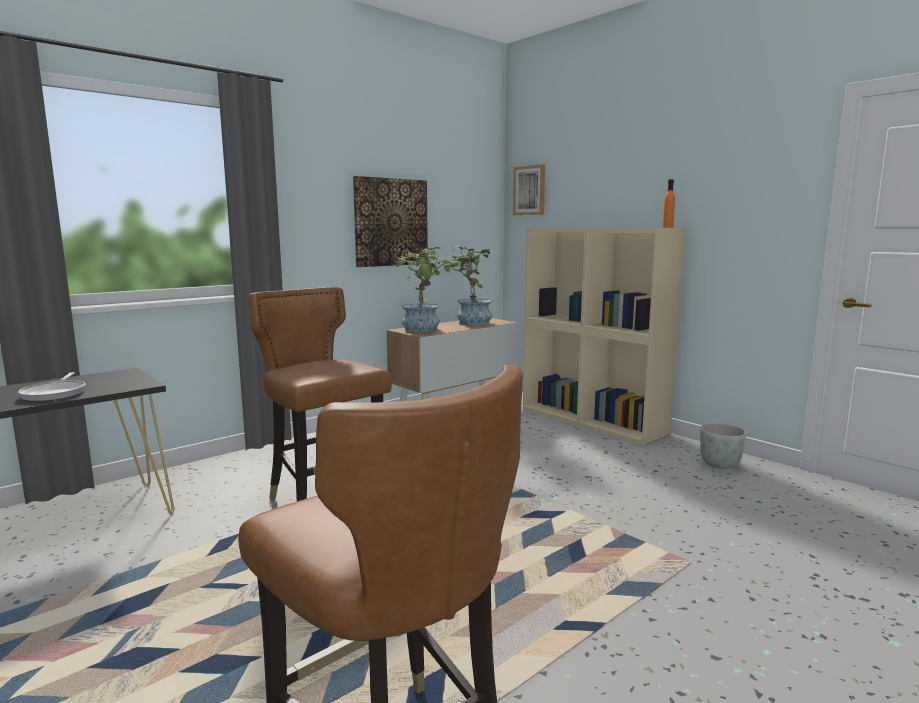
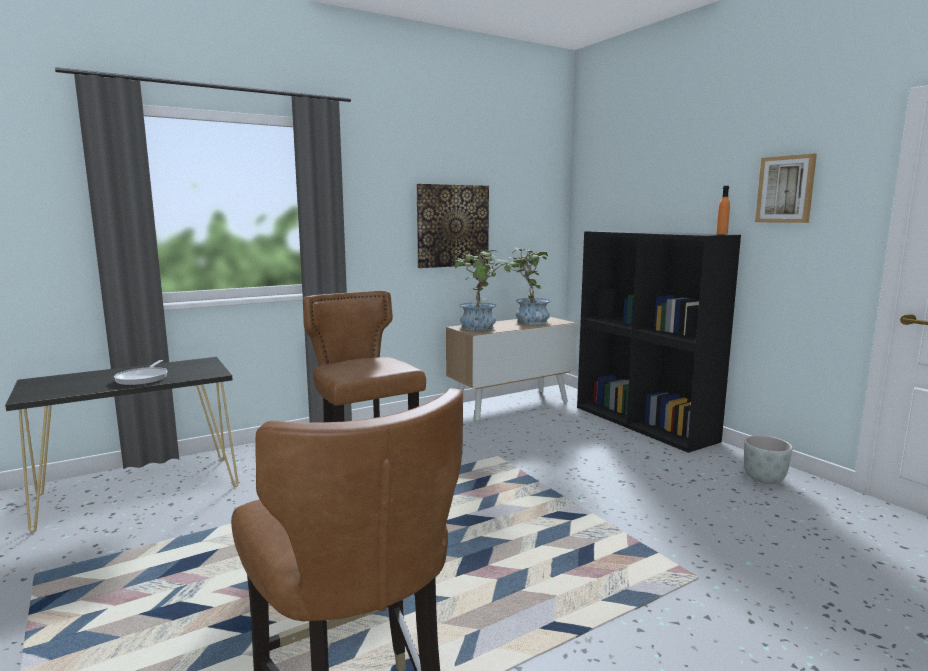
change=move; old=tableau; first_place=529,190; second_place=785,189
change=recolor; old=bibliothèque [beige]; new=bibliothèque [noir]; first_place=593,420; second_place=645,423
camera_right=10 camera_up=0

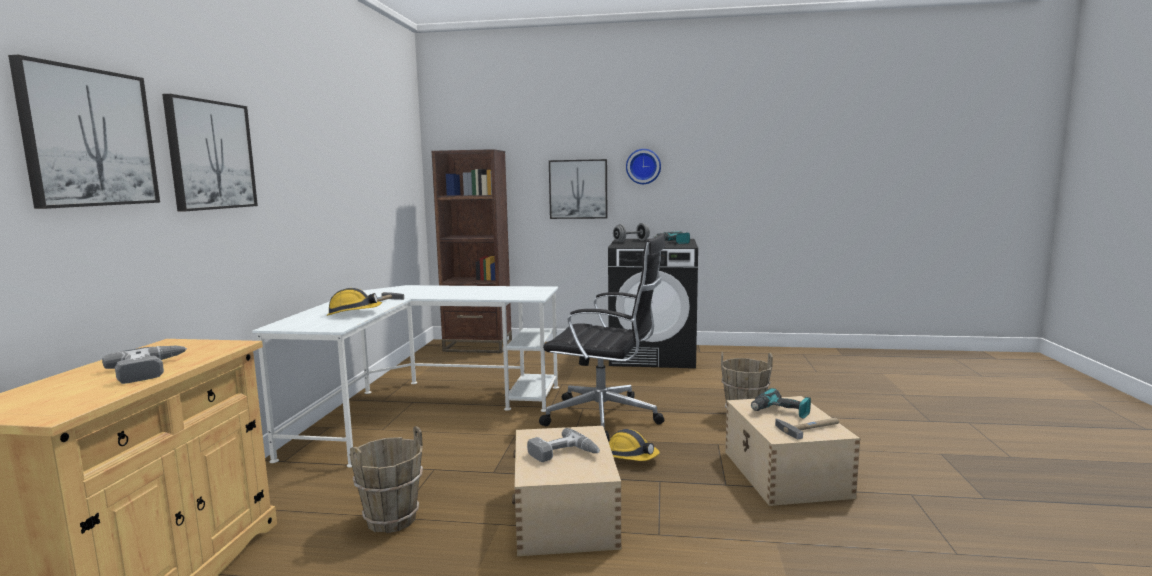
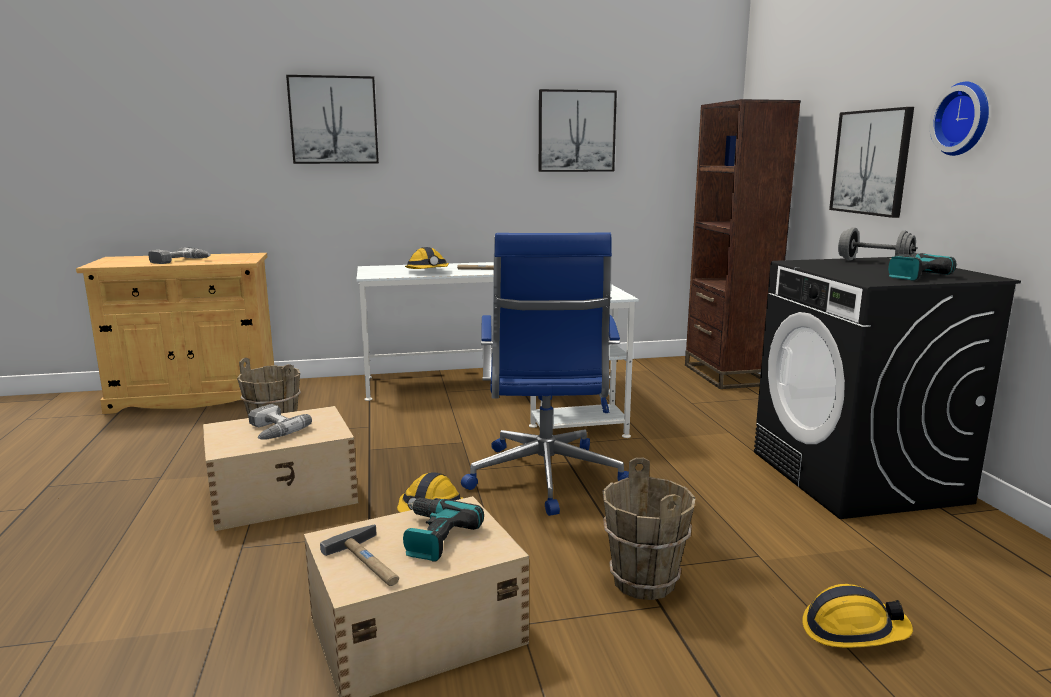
change=move; old=tableau; first_place=89,137; second_place=576,131
change=recolor; old=chaise de bureau [noir]; new=chaise de bureau [bleu]; first_place=606,418; second_place=545,479
change=insert; new=casque de chantier; second_place=852,631
camera_right=70 camera_up=5

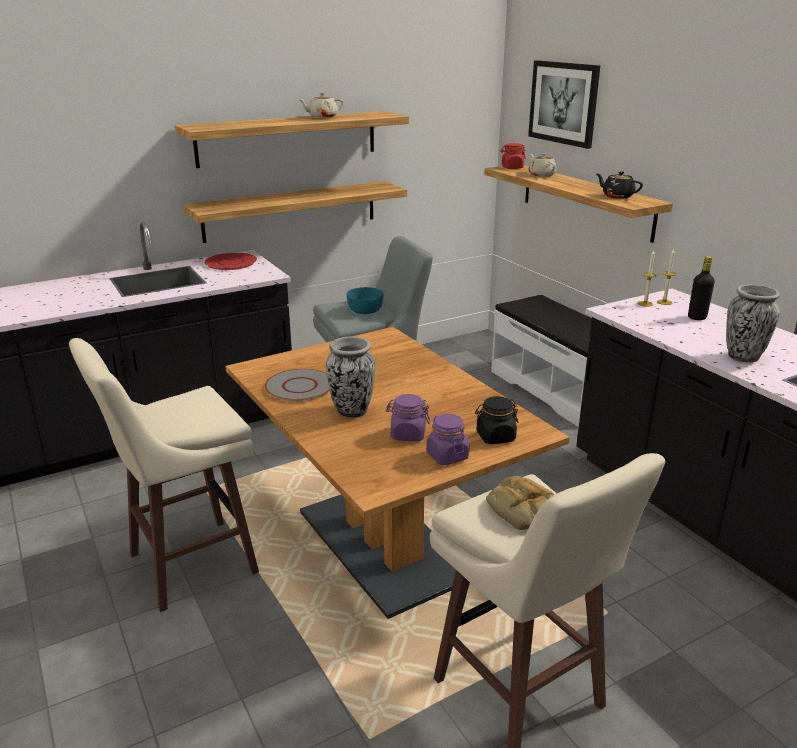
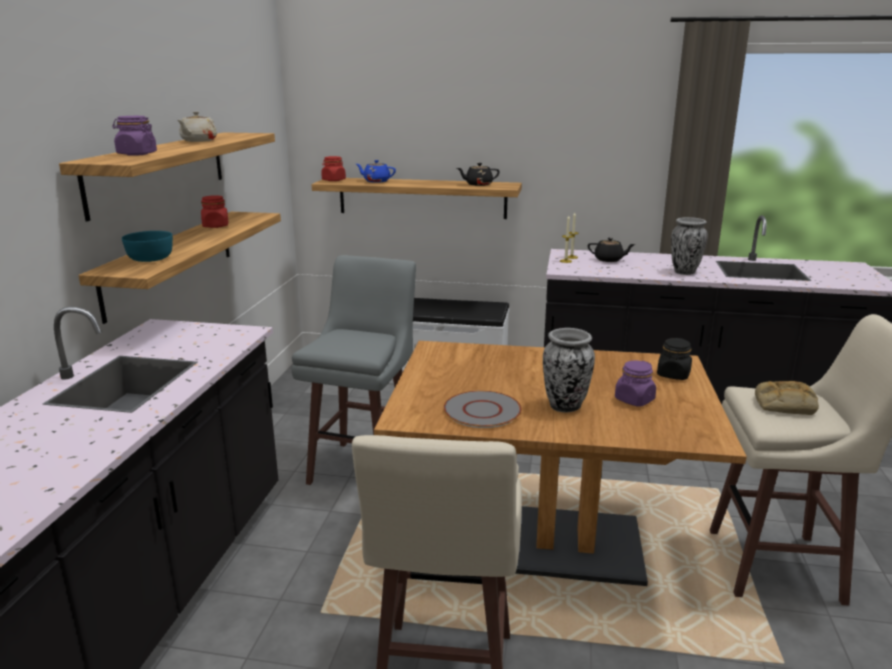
change=delete; old=tableau; first_place=563,103
change=recolor; old=théière [beige]; new=théière [bleu]; first_place=541,175; second_place=376,181
change=delete; old=assiette [rouge]; first_place=231,262
change=replace; old=bouteille [noir]; new=théière [noir]; first_place=697,317; second_place=609,260
change=move; old=bol [turquoise]; first_place=364,310; second_place=150,258
change=move; old=bocal [violet]; first_place=447,456; second_place=136,154
change=insert; new=bocal [rouge]; second_place=216,226
camera_right=-50 camera_up=-5

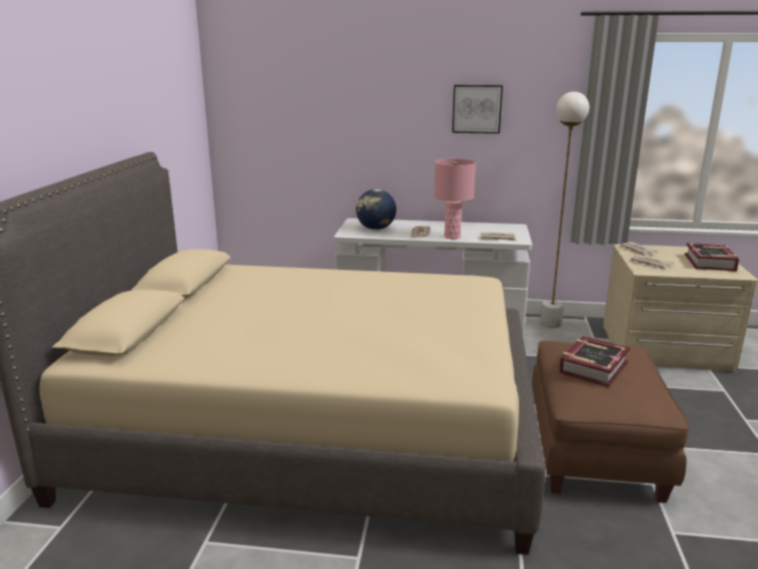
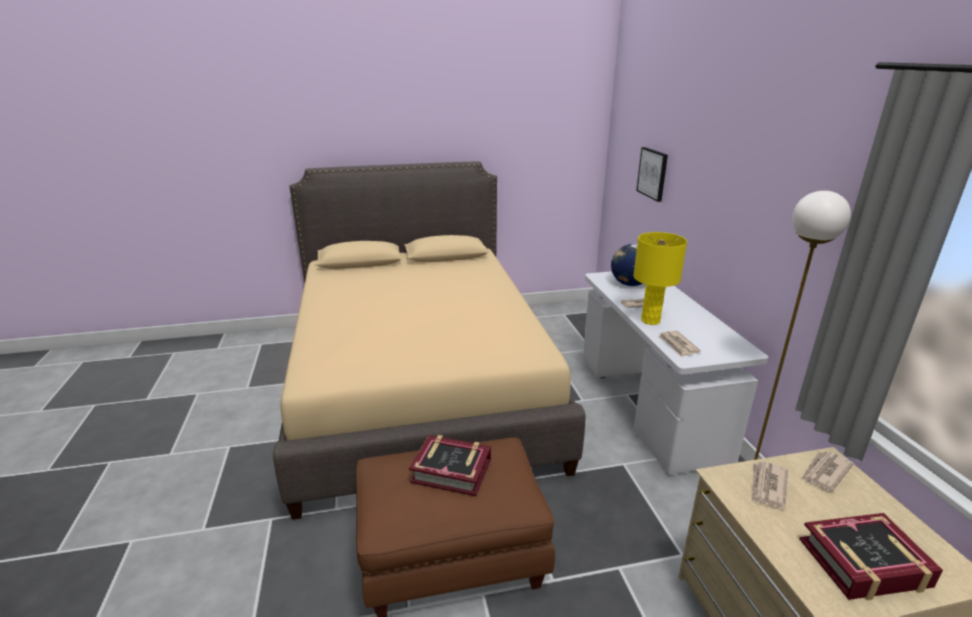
change=move; old=tableau; first_place=477,109; second_place=653,173
change=recolor; old=lampe de table [rose]; new=lampe de table [jaune]; first_place=452,237; second_place=650,321
camera_right=70 camera_up=5

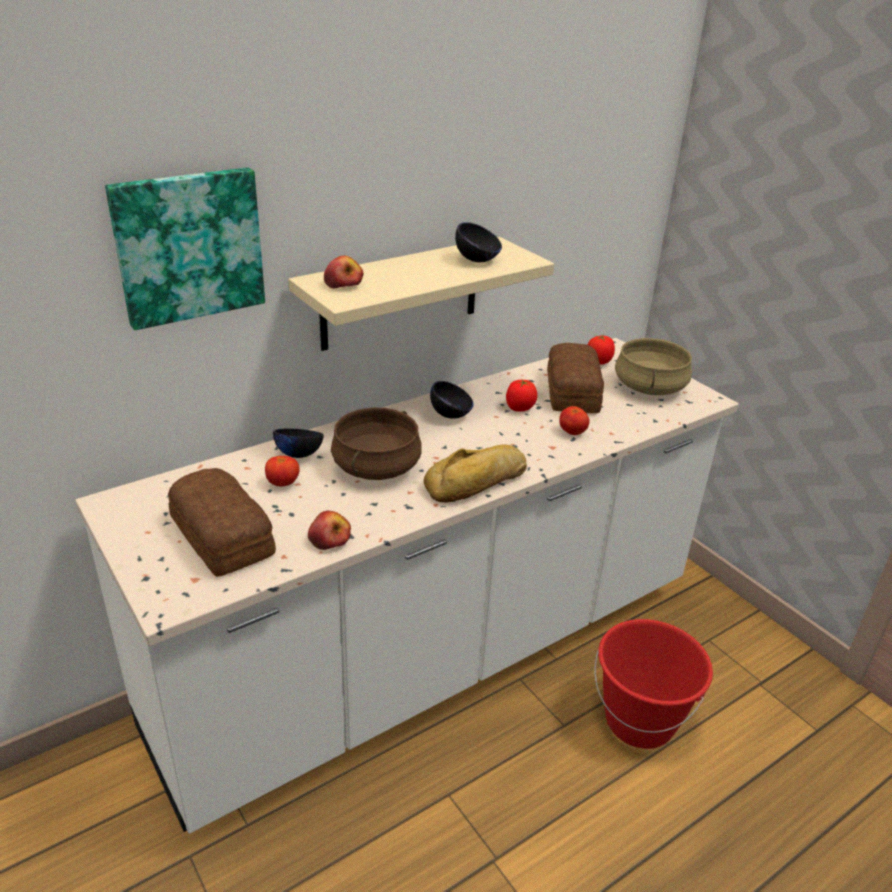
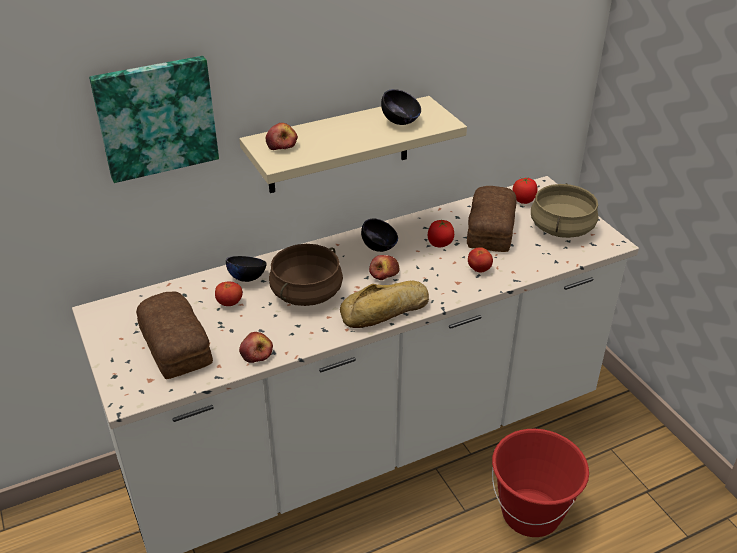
change=insert; new=pomme; second_place=384,274
camera_right=10 camera_up=5

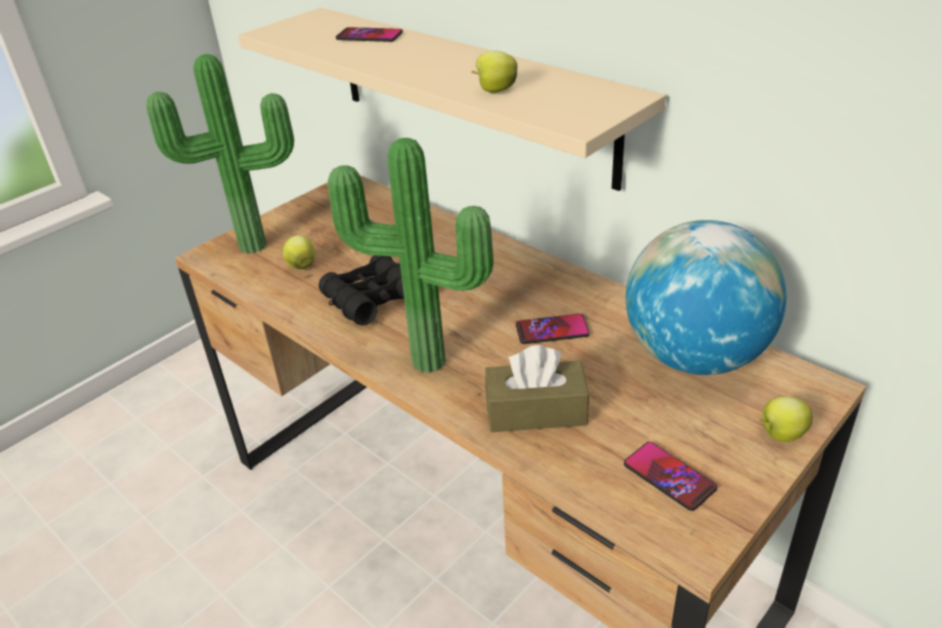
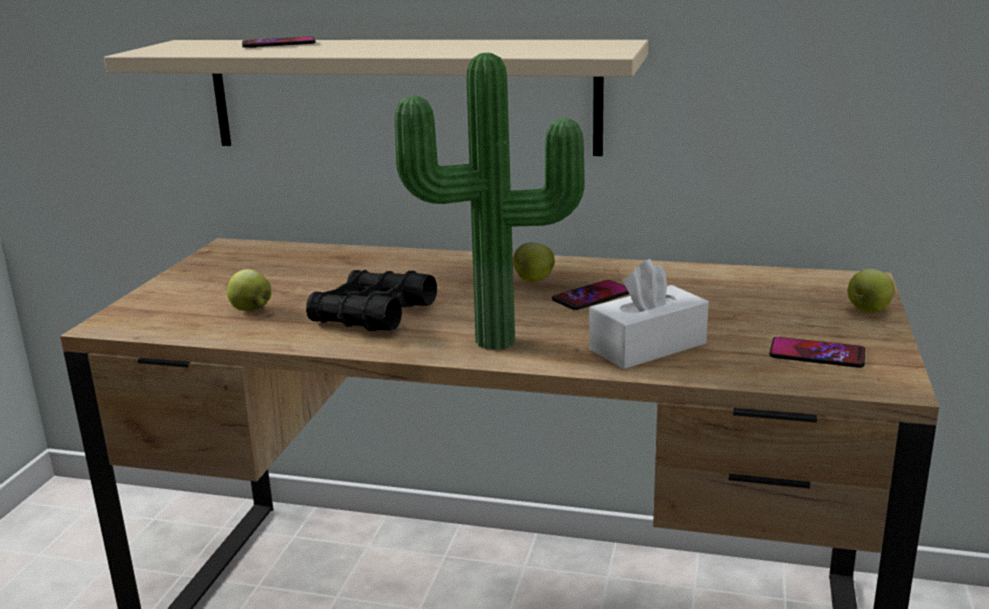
change=move; old=pomme; first_place=495,91; second_place=532,280
change=delete; old=plante en pot; first_place=254,248
change=delete; old=globe; first_place=694,357
change=recolor; old=boîte à mouchoirs [marron]; new=boîte à mouchoirs [blanc]; first_place=536,411; second_place=647,346
camera_right=-30 camera_up=-15

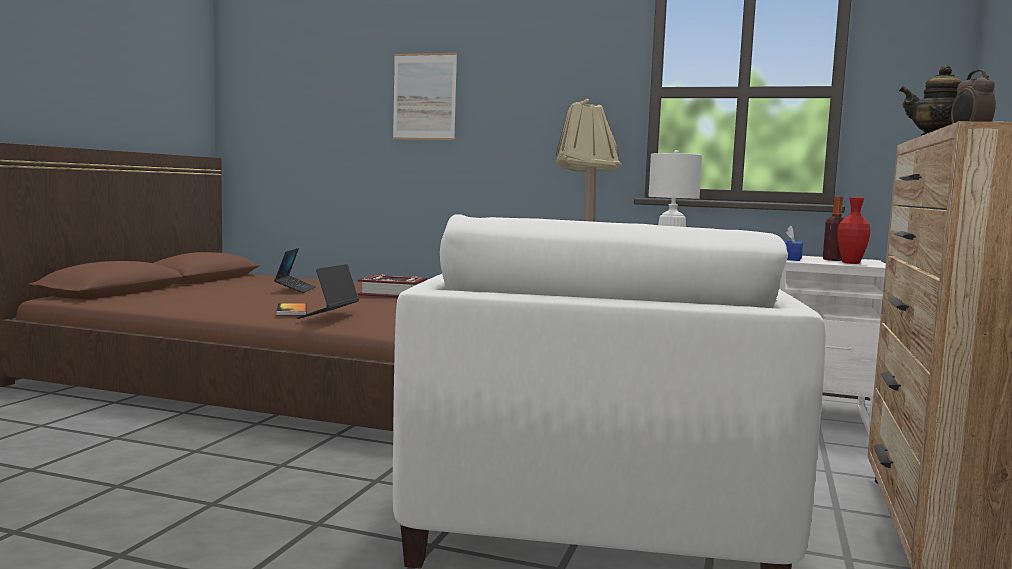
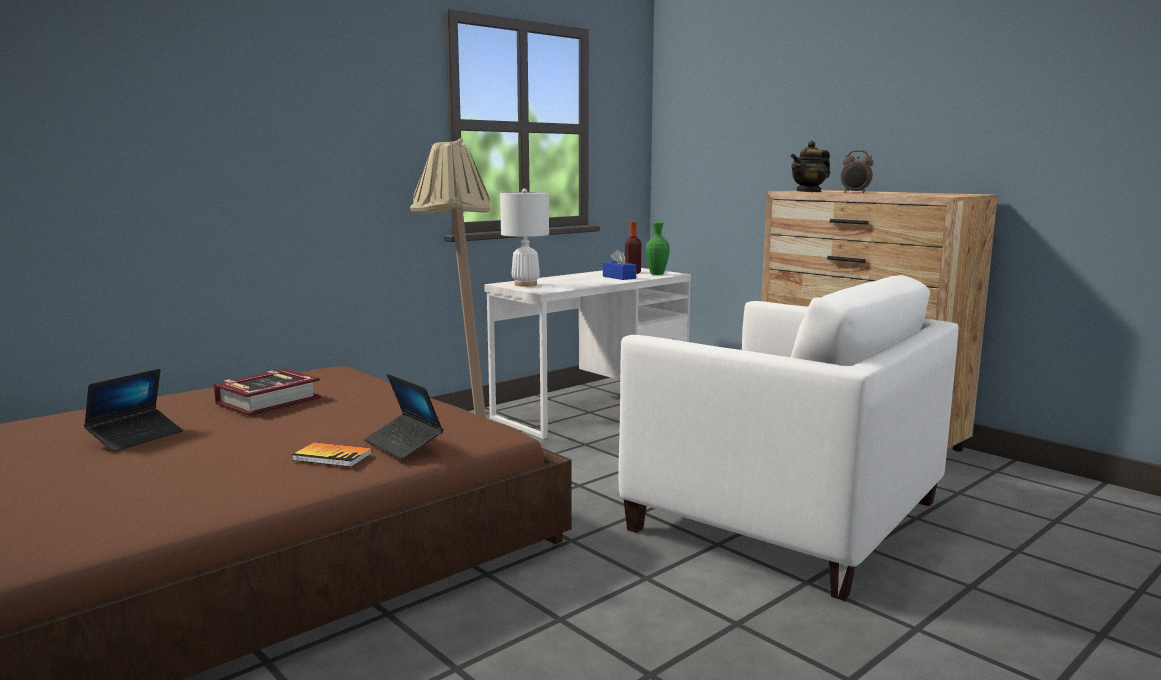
change=delete; old=tableau; first_place=424,96
change=recolor; old=vase [rouge]; new=vase [vert]; first_place=851,263; second_place=657,274
change=rotate; old=ordinateur portable; first_place=295,289; second_place=136,437; degrees=90
camera_right=-60 camera_up=5

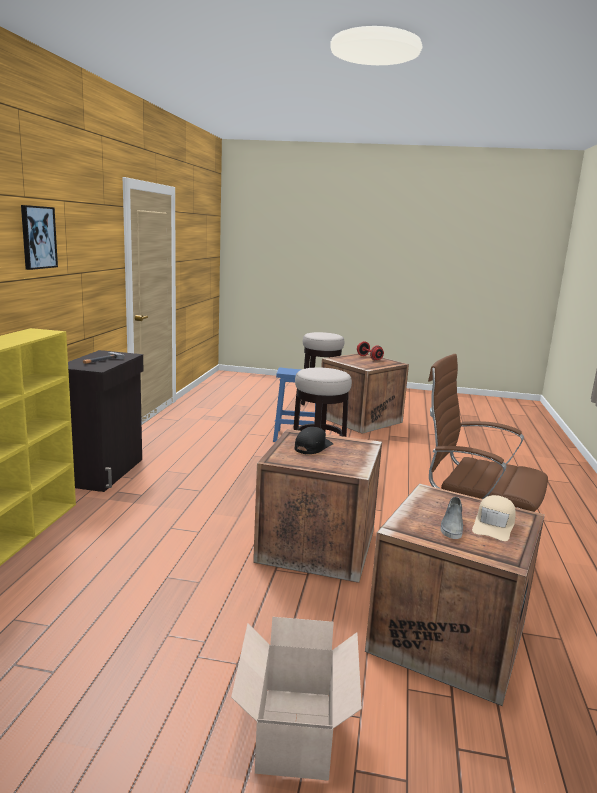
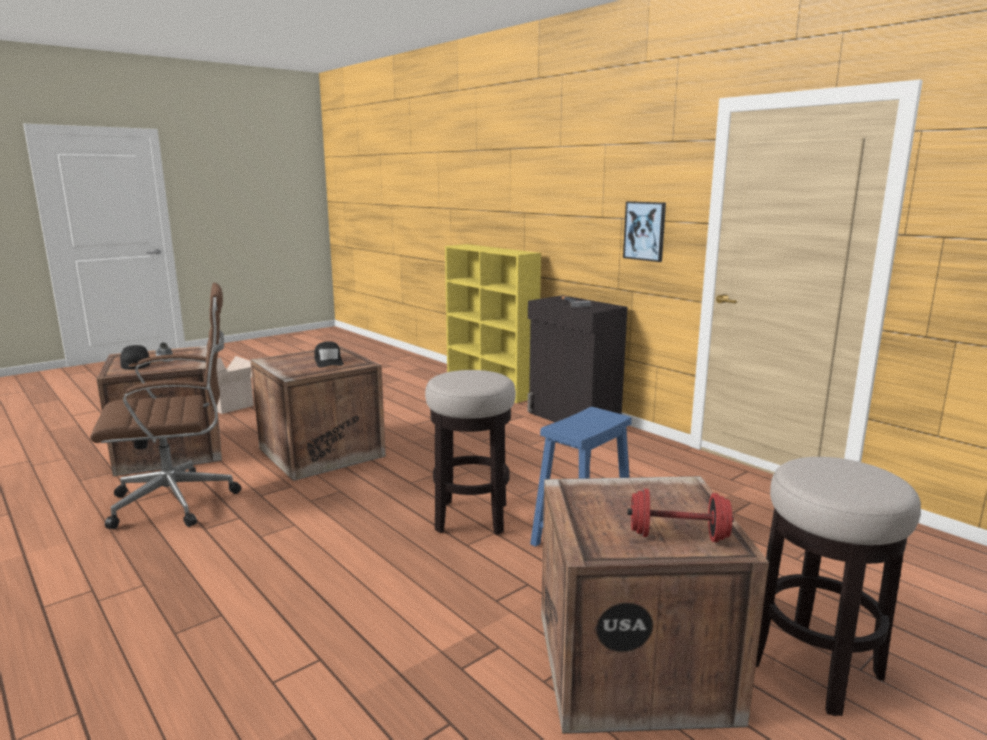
change=move; old=tableau; first_place=38,237; second_place=645,231
change=recolor; old=casquette [beige]; new=casquette [noir]; first_place=494,525; second_place=136,364
camera_right=130 camera_up=0

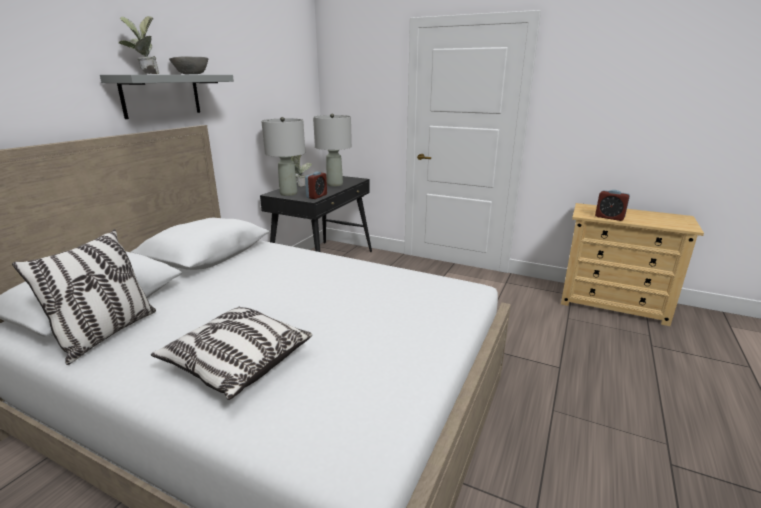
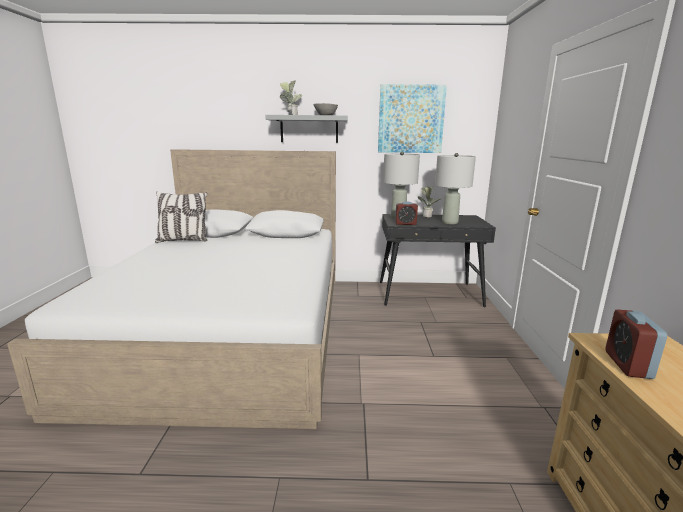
change=delete; old=coussin; first_place=237,363
change=insert; new=tableau; second_place=411,119
camera_right=65 camera_up=-5

